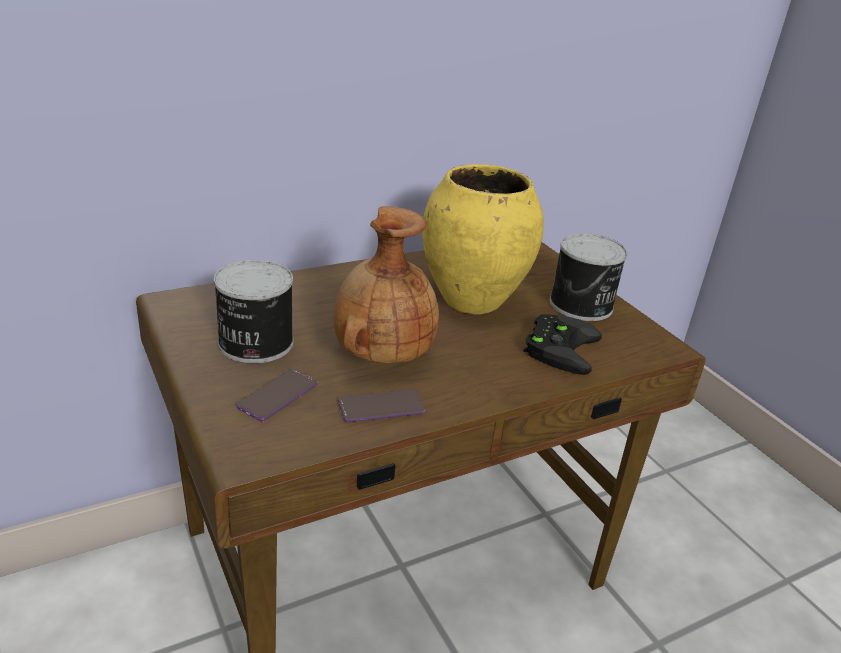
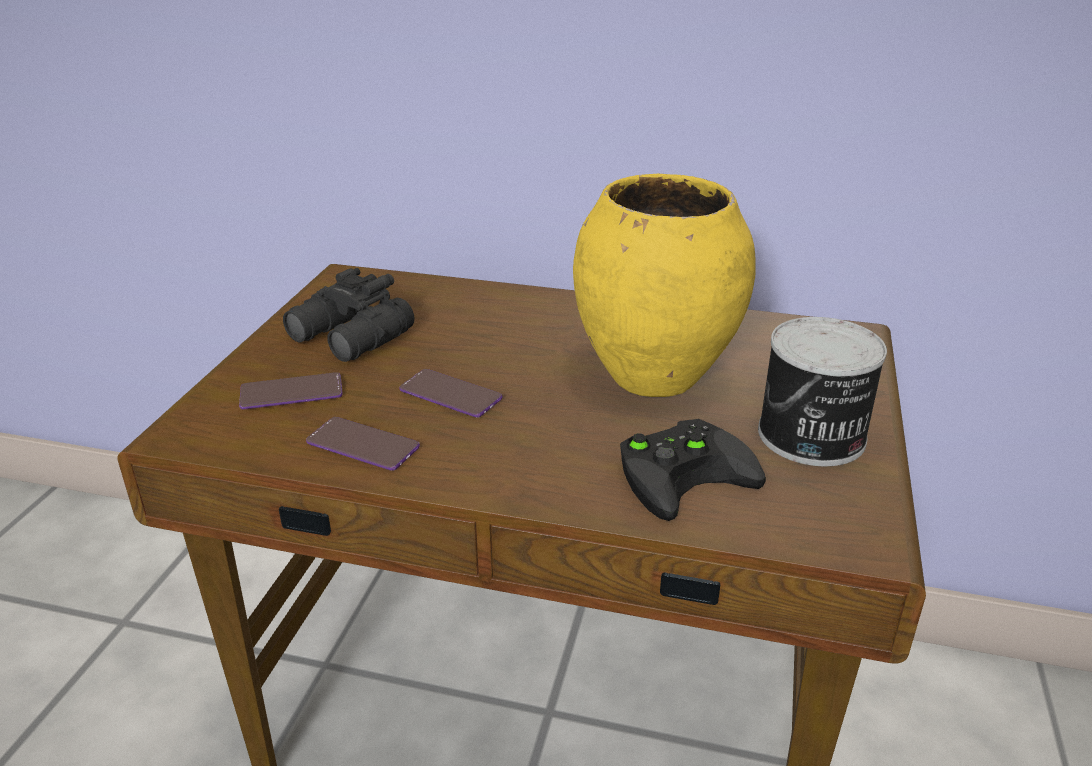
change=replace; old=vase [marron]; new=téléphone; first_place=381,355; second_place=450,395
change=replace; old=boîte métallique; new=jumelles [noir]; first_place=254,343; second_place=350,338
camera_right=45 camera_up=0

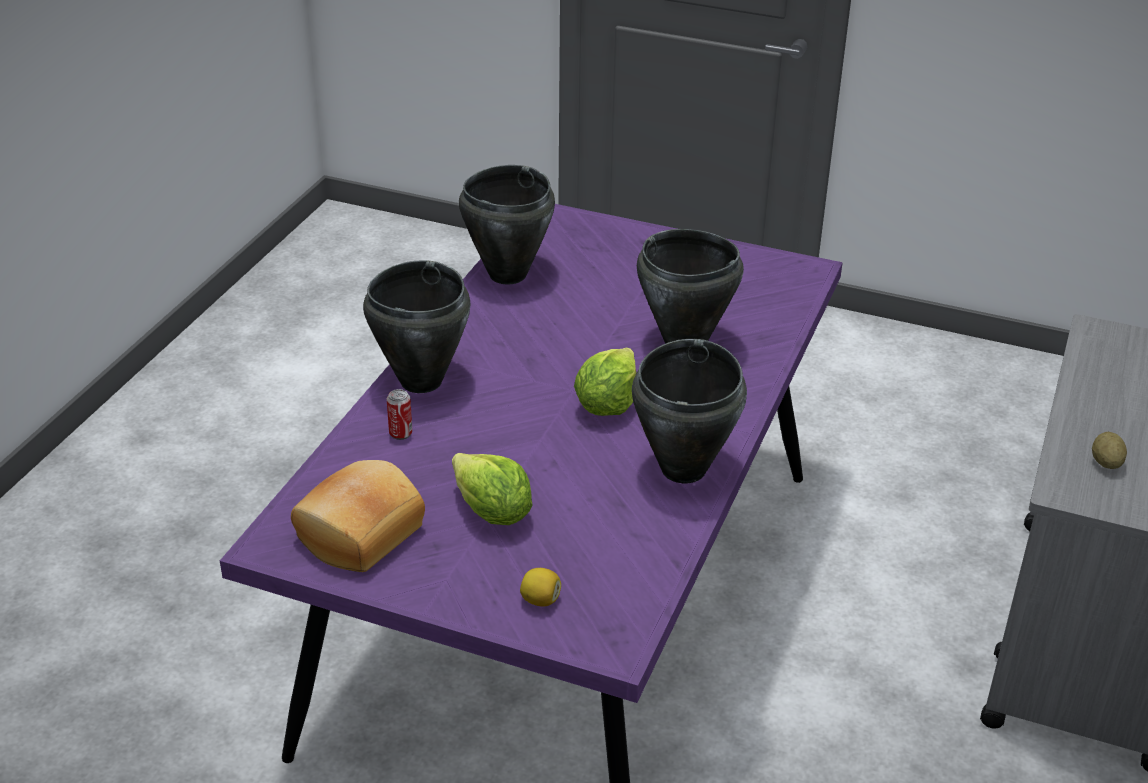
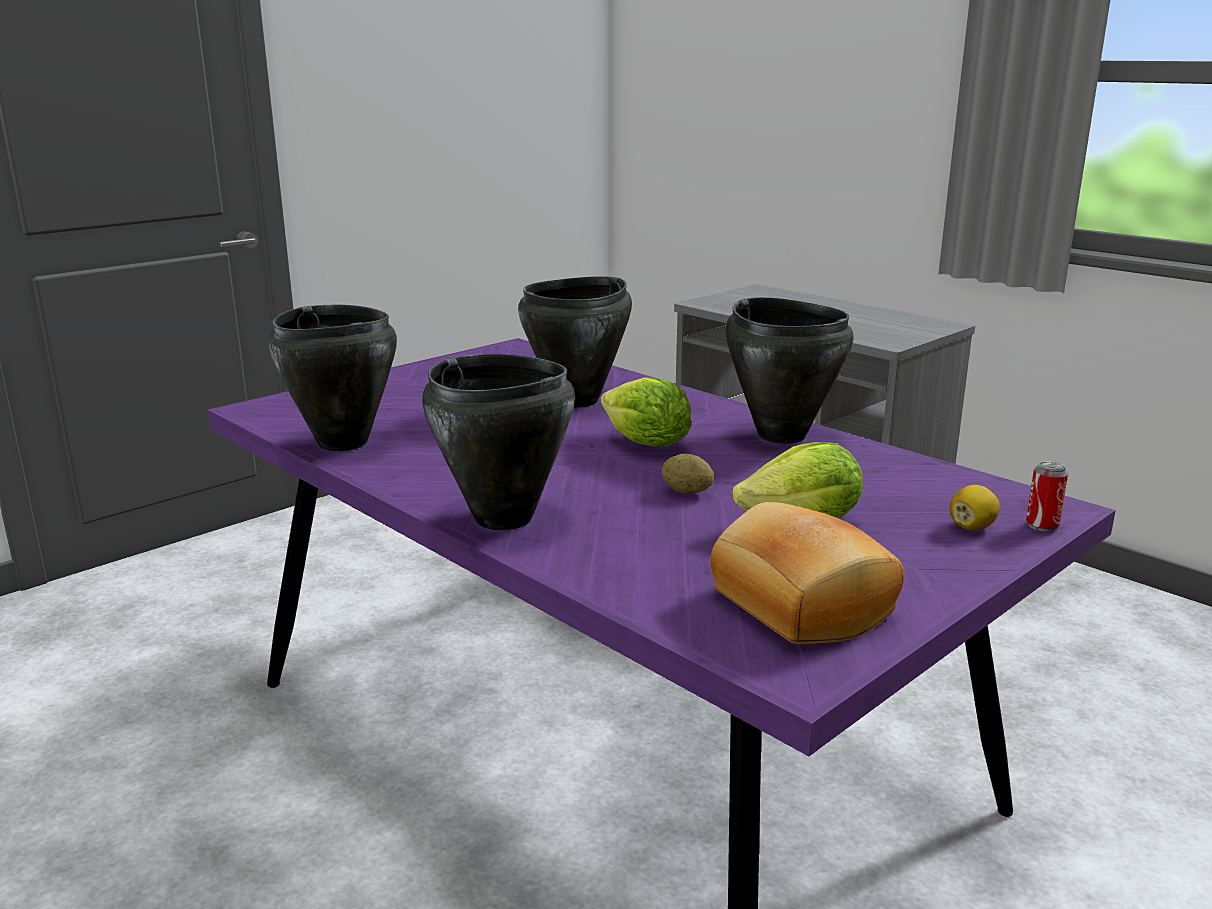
change=move; old=boîte métallique; first_place=400,433; second_place=1042,525
change=move; old=pomme de terre; first_place=1106,463; second_place=687,492
camera_right=-65 camera_up=-15

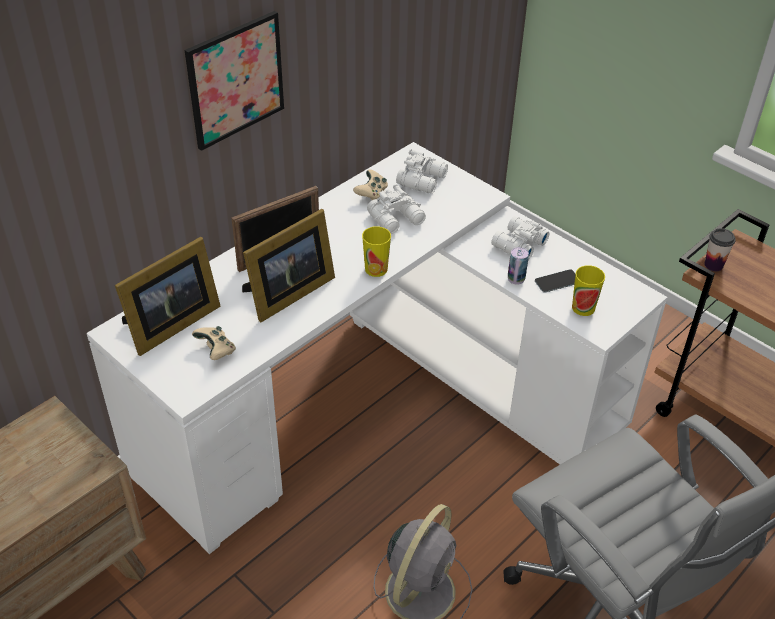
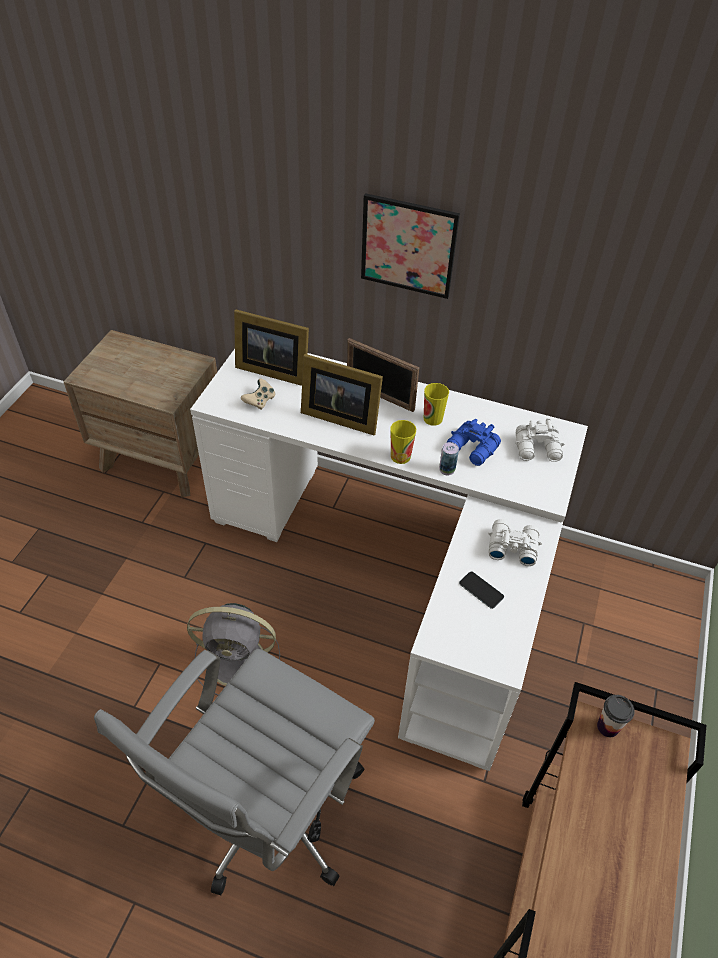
change=delete; old=manette [beige]; first_place=371,194
change=recolor; old=jumelles [blanc]; new=jumelles [bleu]; first_place=397,219; second_place=472,449
change=move; old=boîte métallique; first_place=516,278; second_place=447,469
change=move; old=tasse; first_place=583,308; second_place=433,418
camera_right=65 camera_up=5

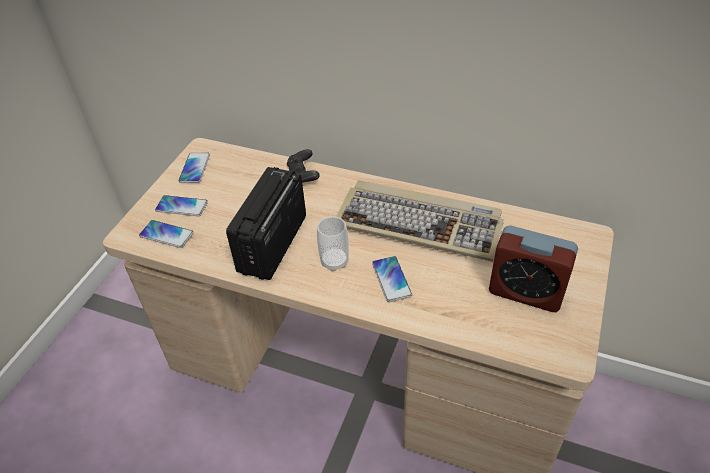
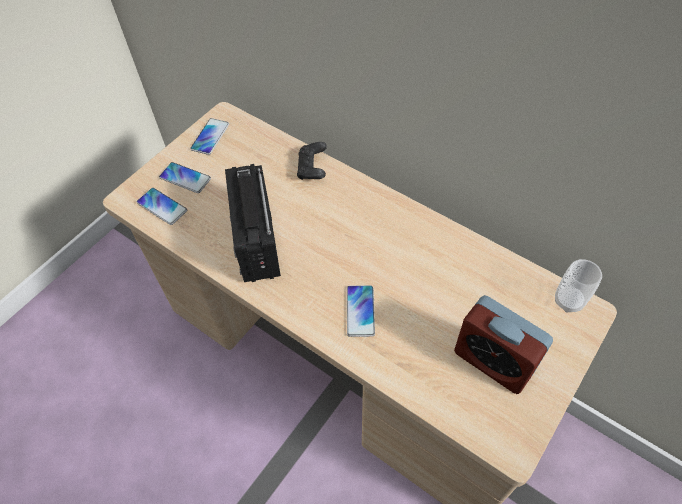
change=rotate; old=radio; first_place=272,245; second_place=257,242; degrees=-45
change=delete; old=clavier; first_place=420,223
change=move; old=tasse; first_place=334,262; second_place=568,301
camera_right=15 camera_up=10

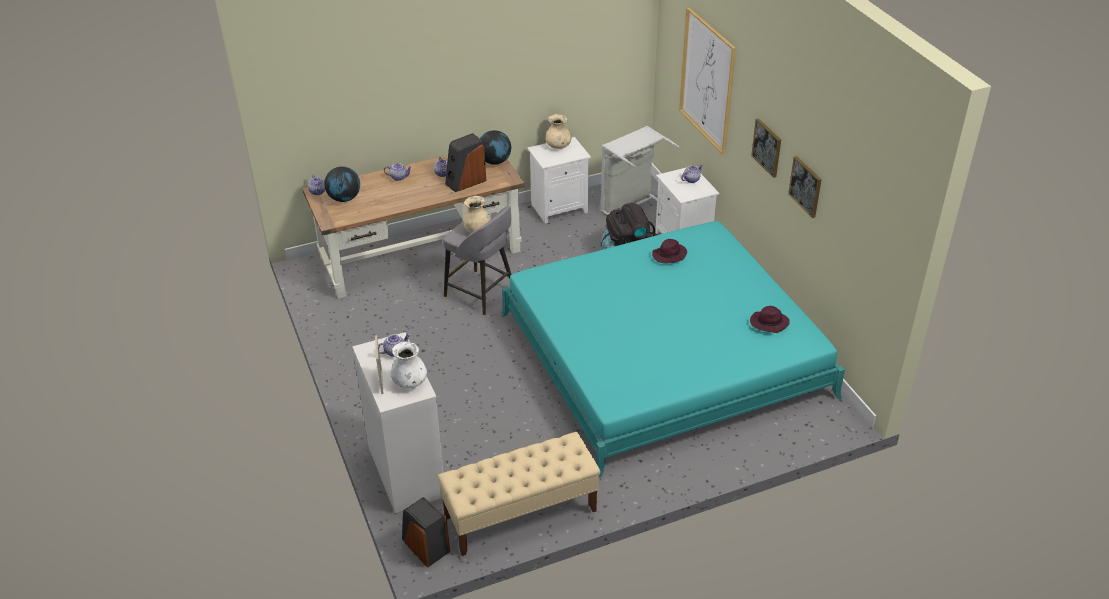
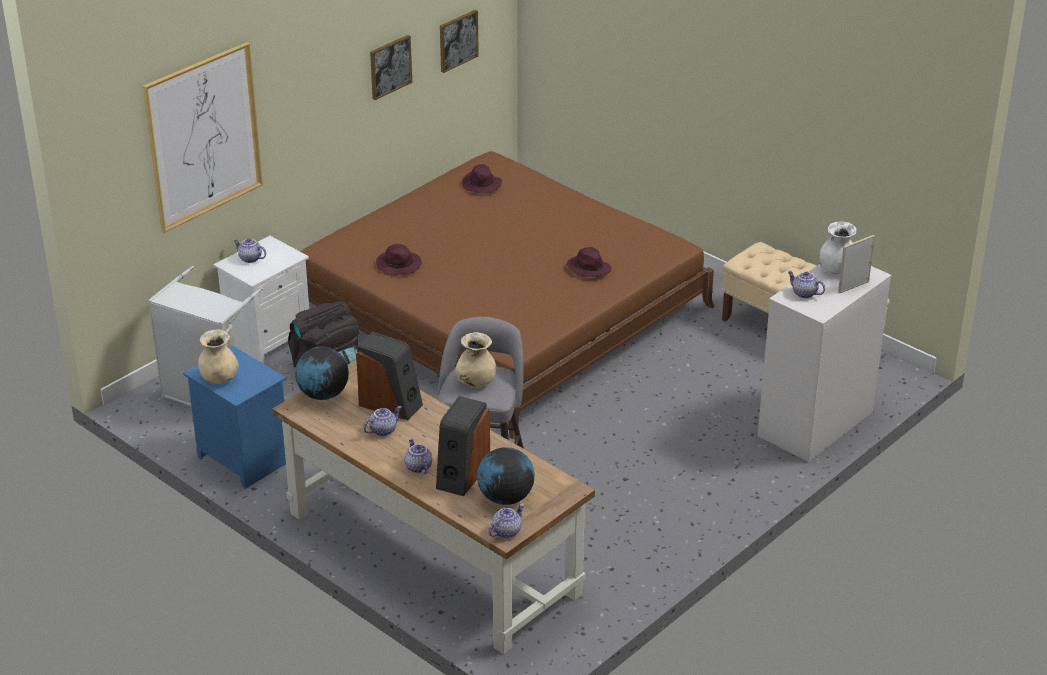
change=move; old=tableau; first_place=767,147; second_place=458,40
change=recolor; old=table de chevet [blanc]; new=table de chevet [bleu]; first_place=559,207; second_place=241,460
change=recolor; old=lit [turquoise]; new=lit [marron]; first_place=663,354; second_place=500,309
change=move; old=enceinte; first_place=425,546; second_place=462,474
change=insert; new=chapeau [violet]; second_place=588,268
camera_right=-115 camera_up=-5

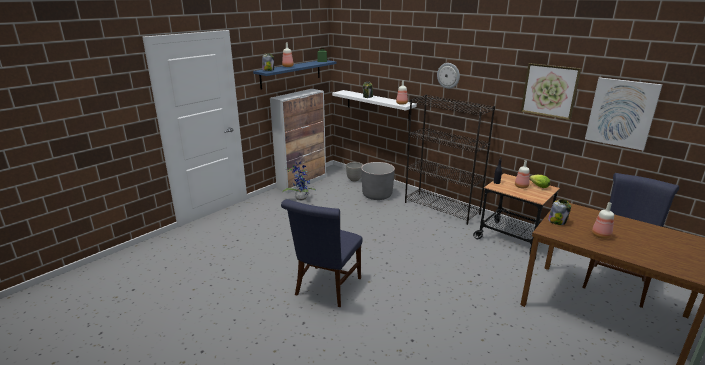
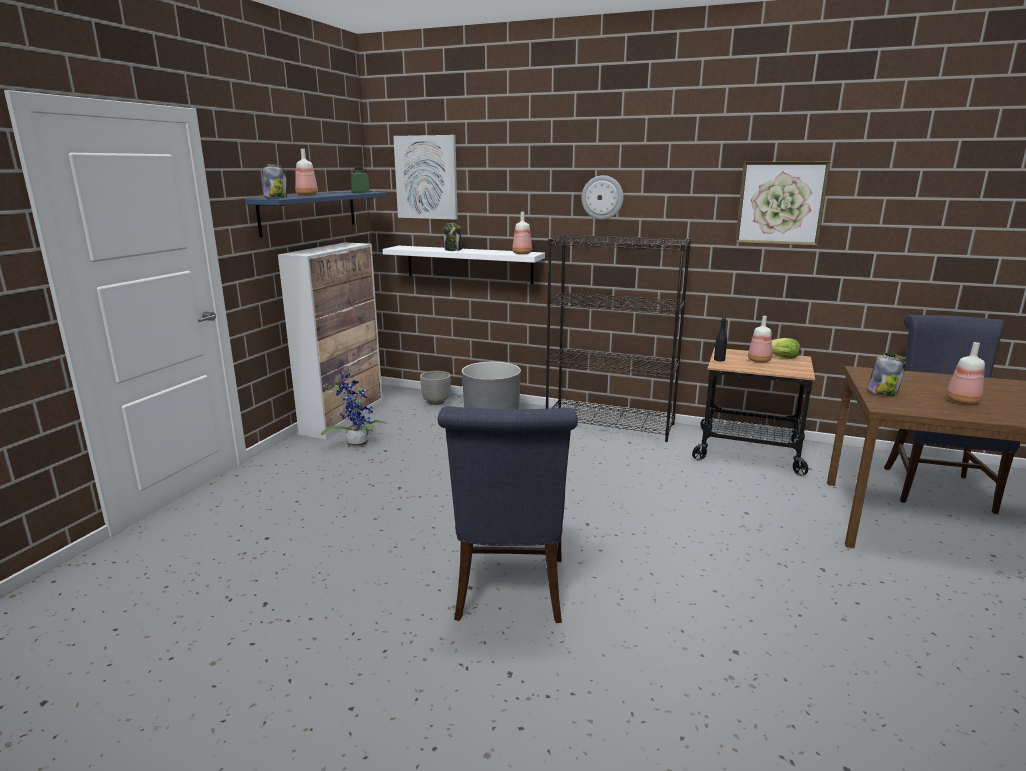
change=move; old=tableau; first_place=621,113; second_place=426,177
camera_right=-20 camera_up=-5

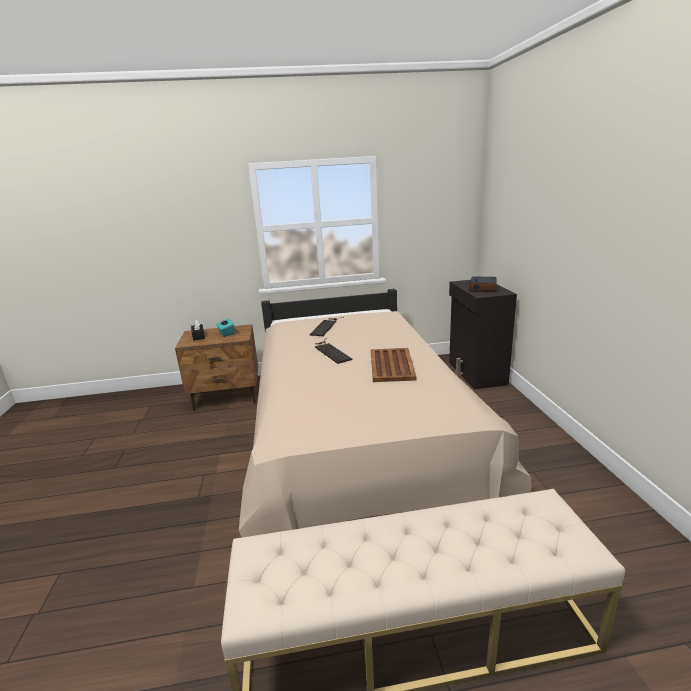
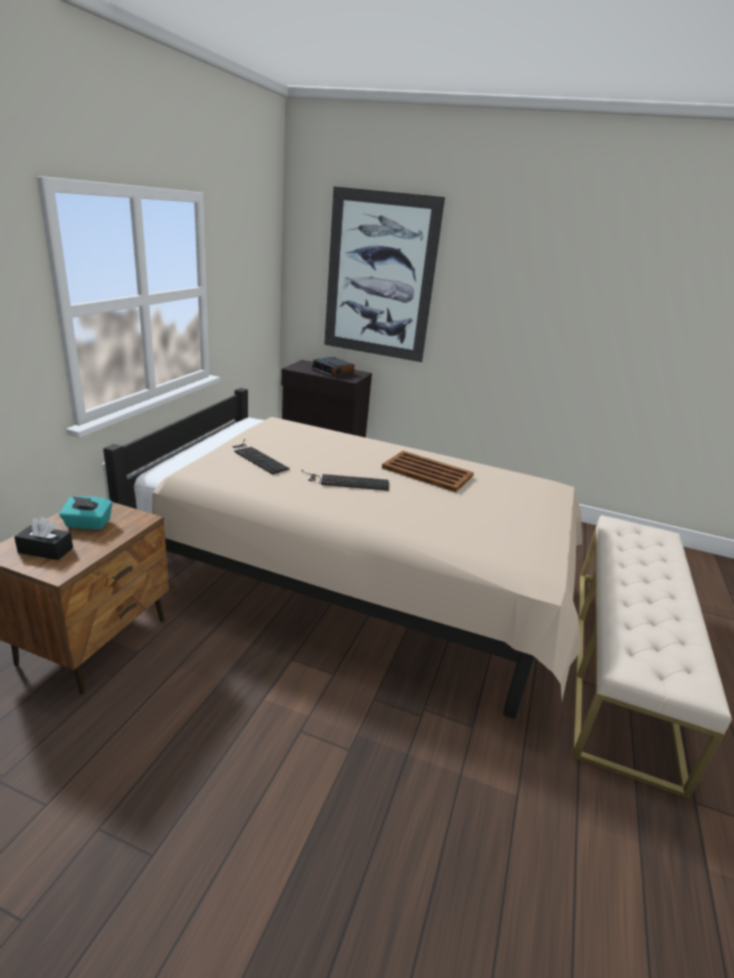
change=insert; new=tableau; second_place=379,277
camera_right=-65 camera_up=5

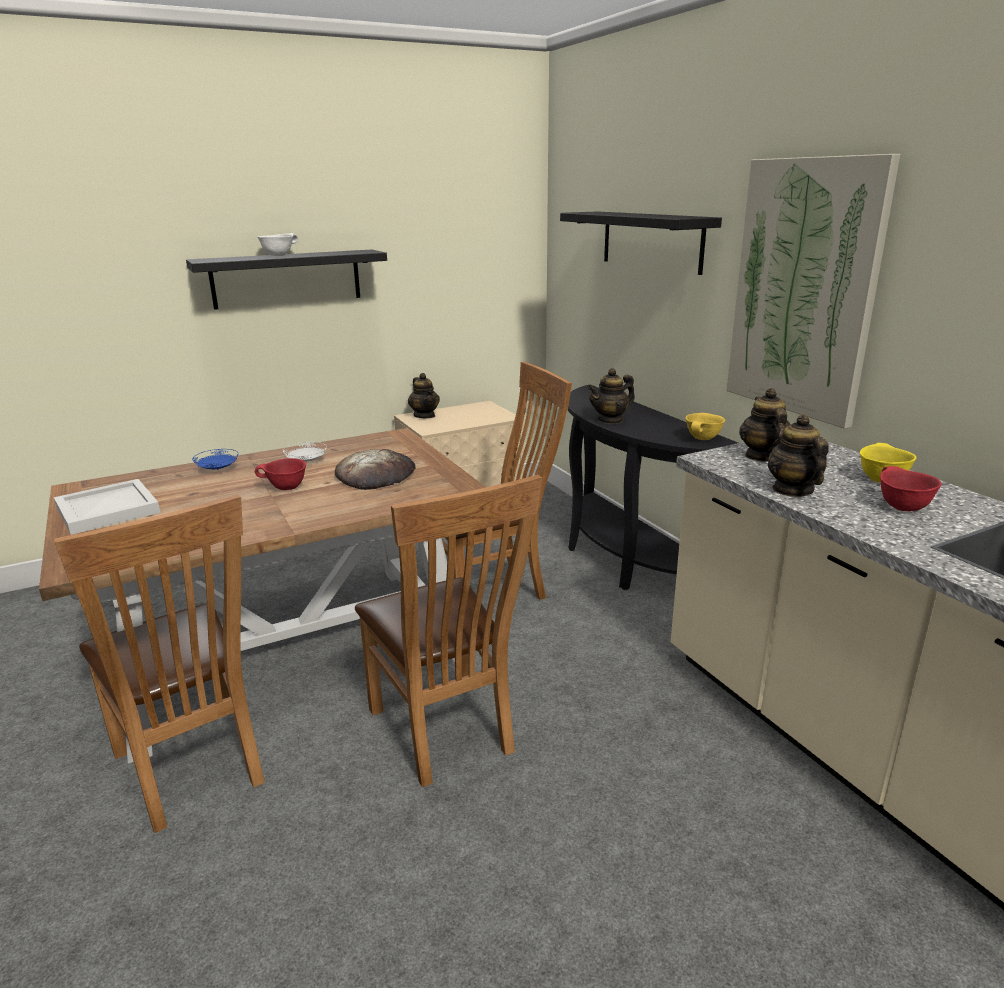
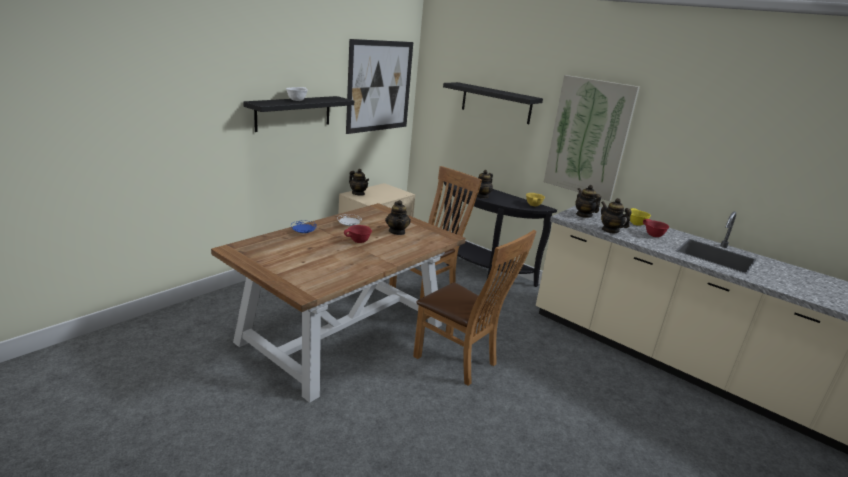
change=replace; old=pain; new=théière; first_place=376,475; second_place=397,232
change=delete; old=plateau [blanc]; first_place=109,509
change=delete; old=chaise [marron]; first_place=193,771
change=insert; new=tableau; second_place=380,86
camera_right=-25 camera_up=0

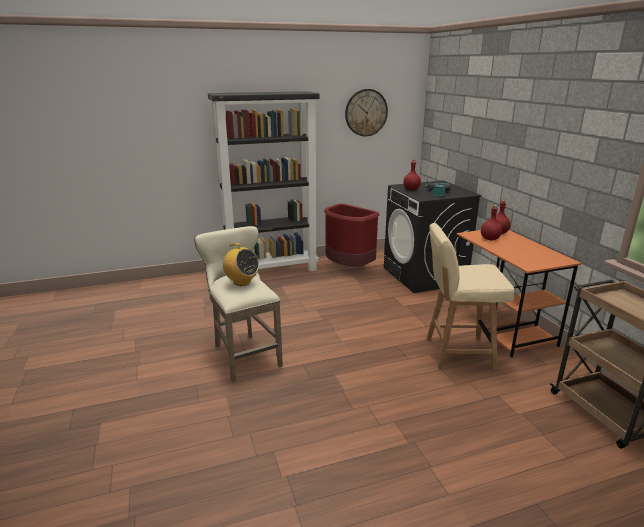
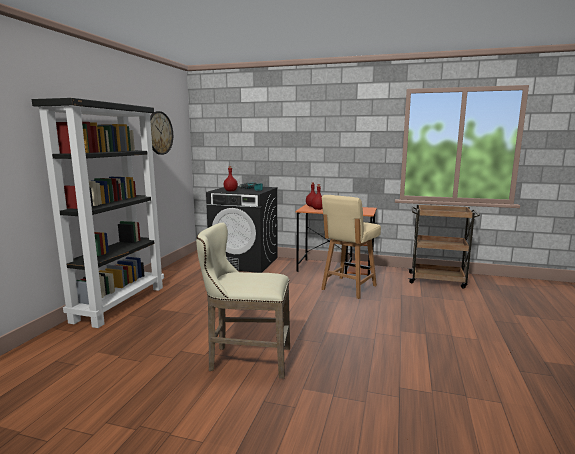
change=delete; old=poubelle [rouge]; first_place=348,267
change=delete; old=radio; first_place=241,282
camera_right=-55 camera_up=-10

